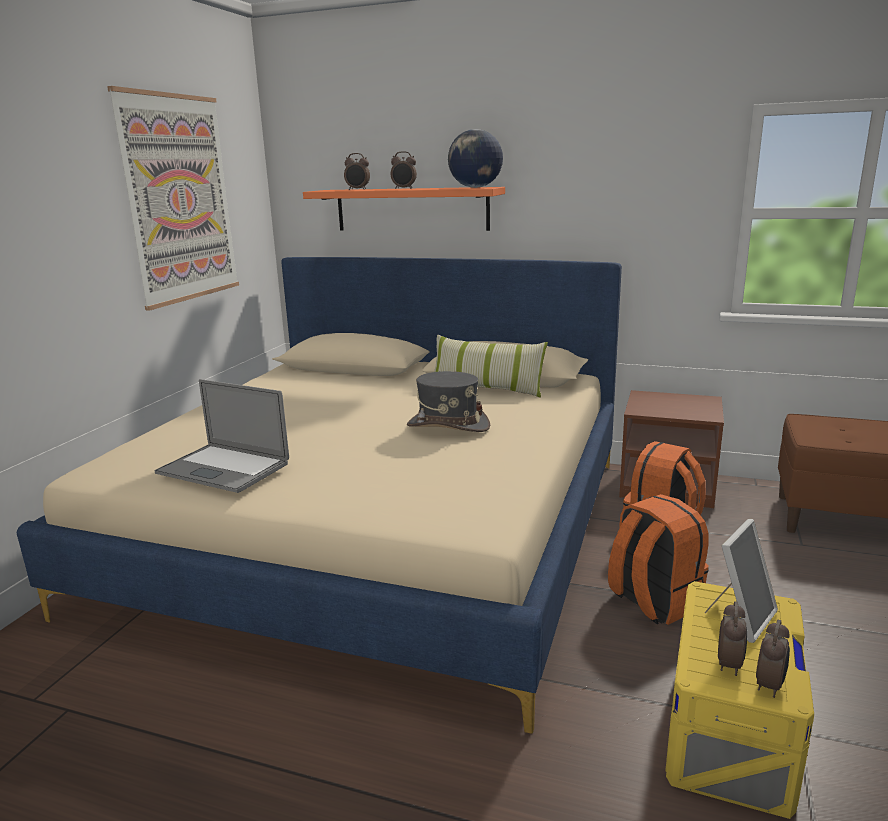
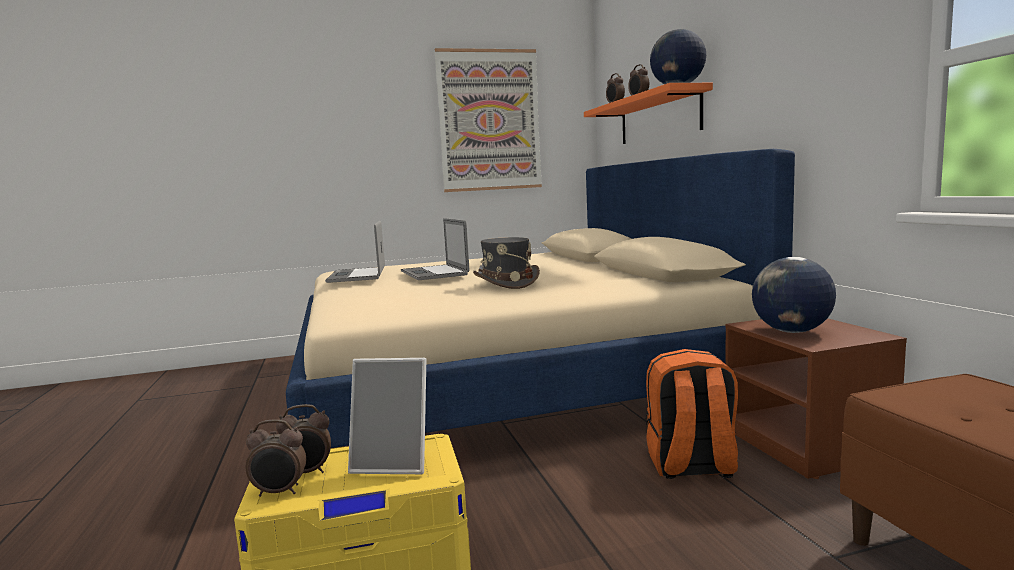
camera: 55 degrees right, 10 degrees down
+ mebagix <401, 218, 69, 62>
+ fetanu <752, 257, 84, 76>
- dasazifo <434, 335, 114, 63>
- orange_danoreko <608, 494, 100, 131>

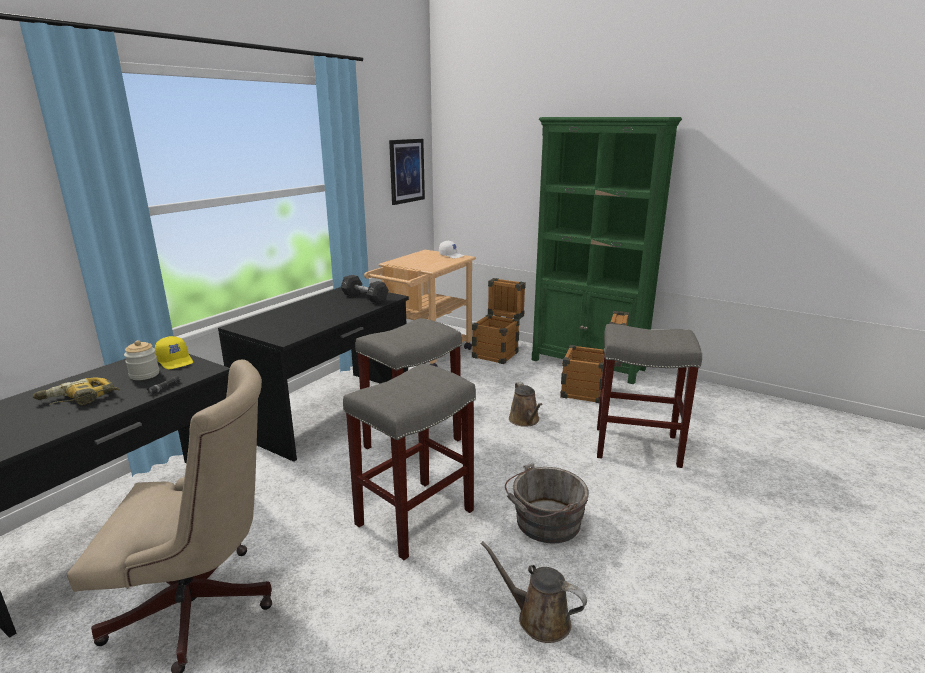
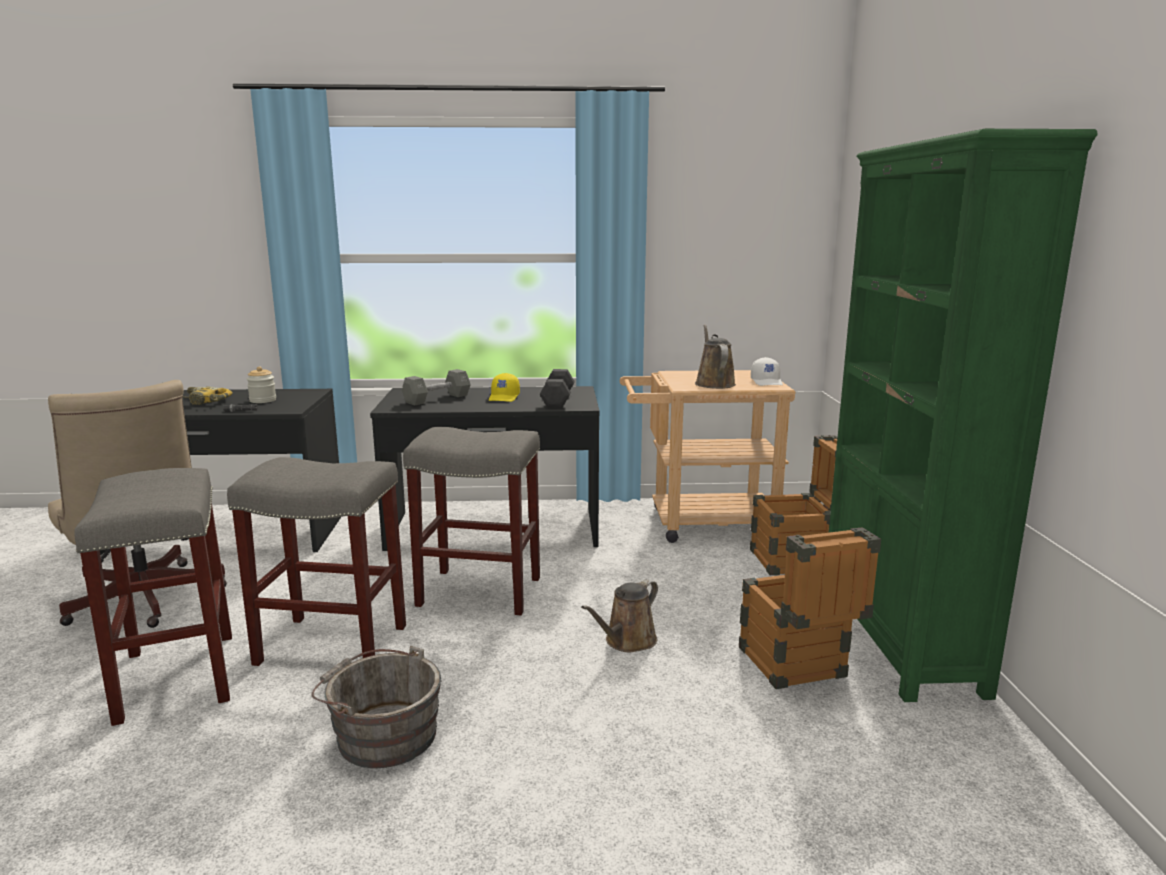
camera: 55 degrees right, 5 degrees down
~ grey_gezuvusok <597, 324, 105, 144> to <75, 468, 157, 258>
+ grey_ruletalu <402, 369, 69, 36>
~ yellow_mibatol <155, 336, 38, 33> to <489, 373, 31, 29>
~ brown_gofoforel <481, 541, 106, 102> to <695, 324, 41, 65>
- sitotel <389, 139, 36, 66>

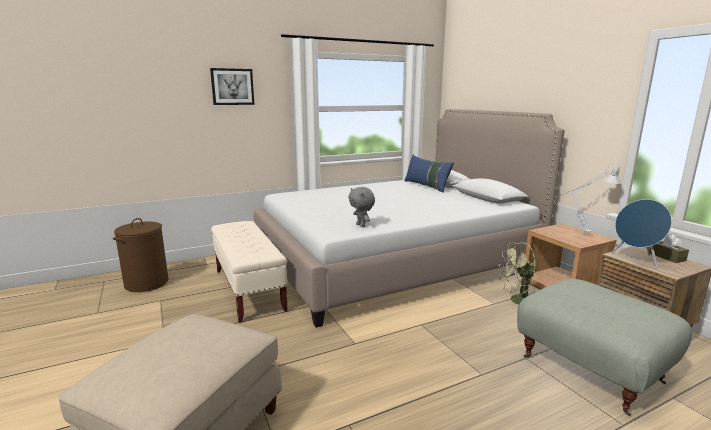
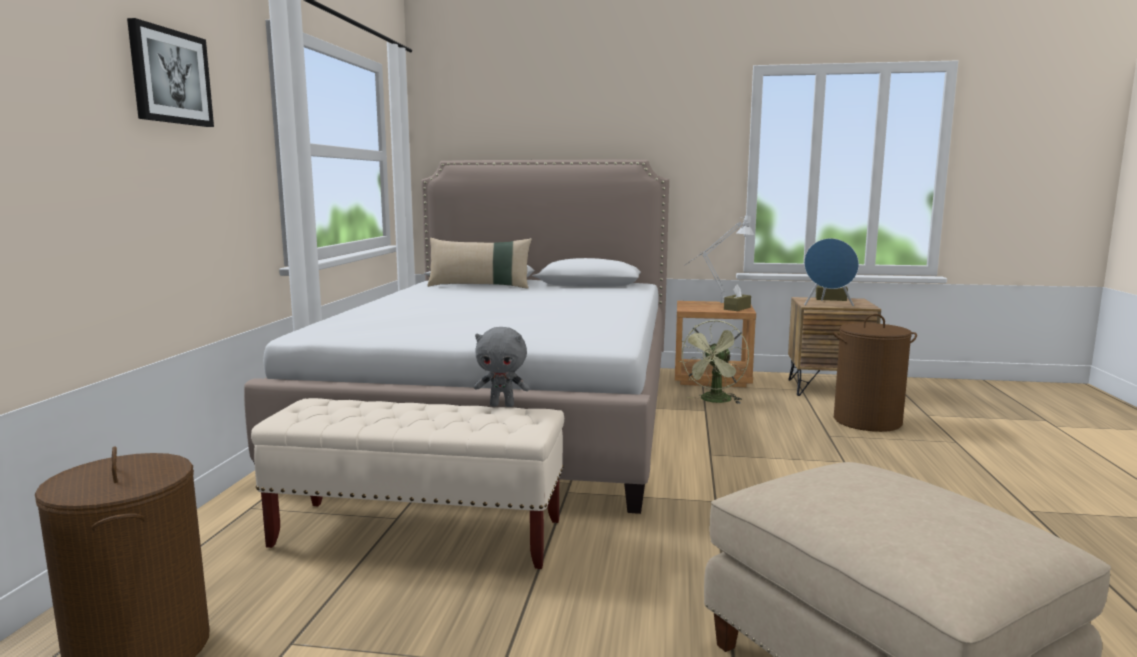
camera: 55 degrees left, 5 degrees down
~ blue_dasazifo <405, 155, 49, 38> to beige_dasazifo <427, 238, 105, 51>
~ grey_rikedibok <348, 187, 27, 40> to <474, 327, 56, 80>
+ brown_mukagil <724, 284, 27, 27>
~ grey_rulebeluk <517, 279, 176, 137> to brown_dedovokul <832, 314, 85, 118>

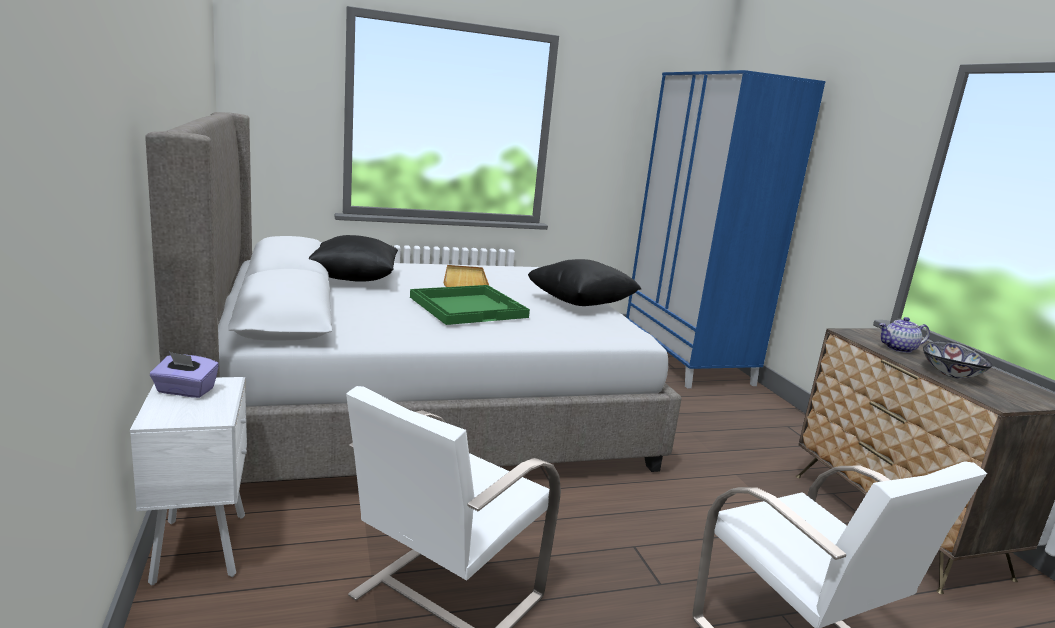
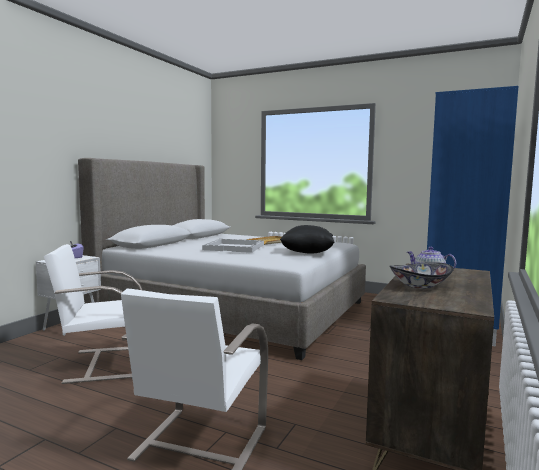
camera: 45 degrees right, 10 degrees down
~ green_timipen <410, 285, 120, 40> to white_timipen <202, 239, 62, 14>
- black_dasazifo <309, 235, 89, 47>

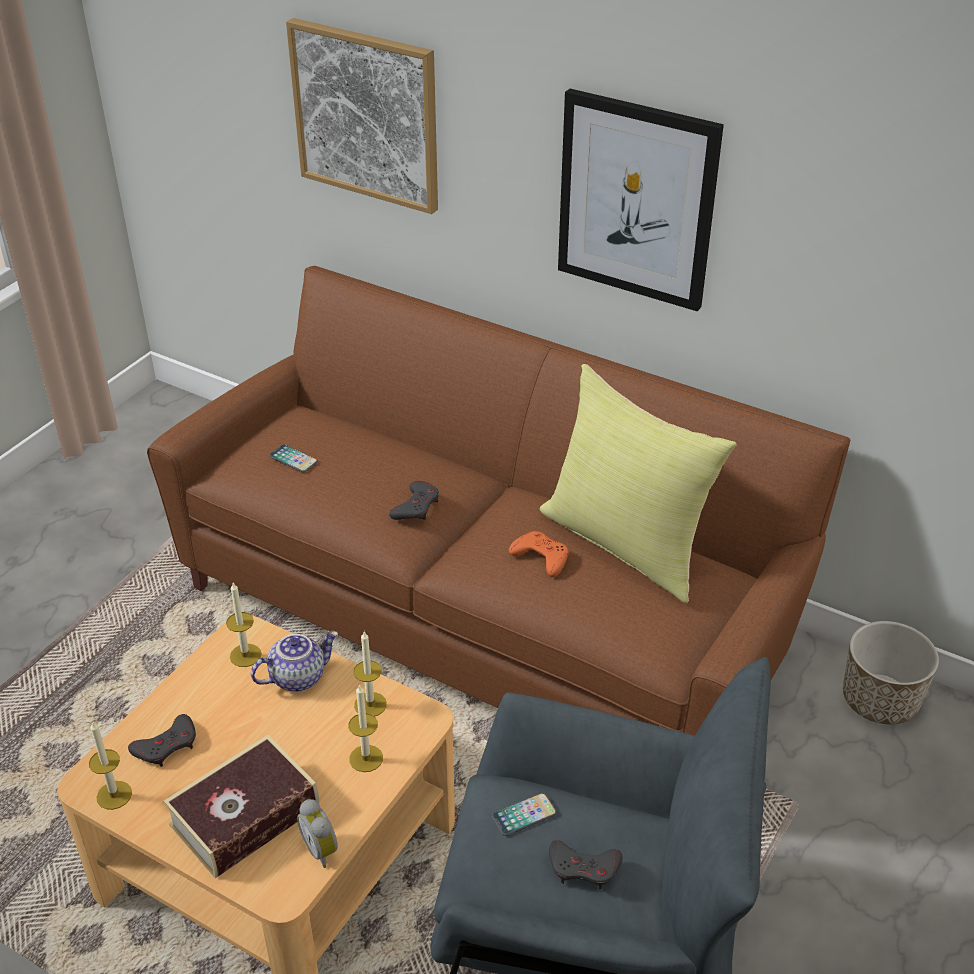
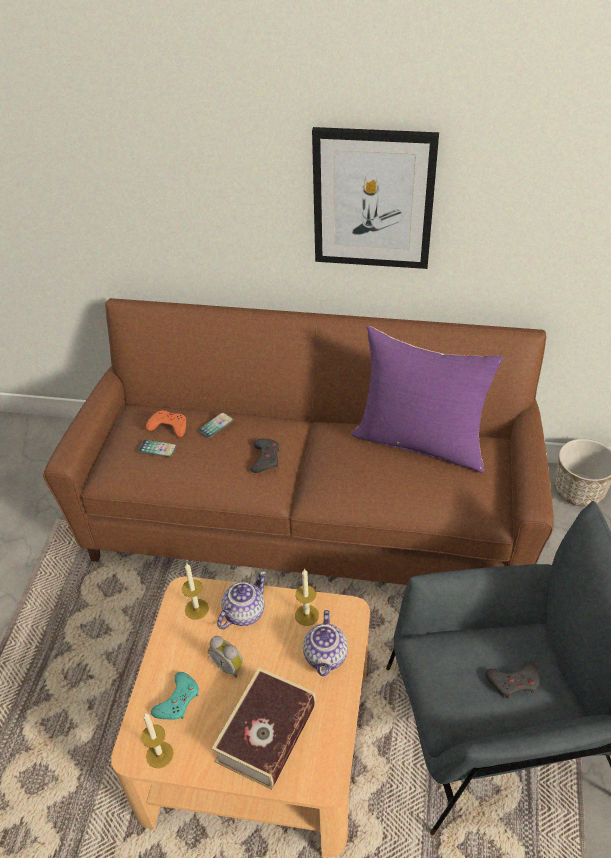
camera: 20 degrees left, 5 degrees up
~ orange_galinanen <509, 531, 60, 46> to <146, 410, 40, 27>
~ grey_galinanen <128, 714, 68, 53> to turquoise_galinanen <151, 672, 48, 47>
~ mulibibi <492, 793, 65, 43> to <198, 413, 36, 25>
~ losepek <297, 799, 41, 69> to <208, 636, 35, 42>
~ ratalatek <349, 684, 34, 88> to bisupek <303, 610, 45, 66>
~ yellow_dasazifo <540, 364, 197, 239> to purple_dasazifo <351, 326, 152, 147>
- sitotel <286, 18, 152, 196>

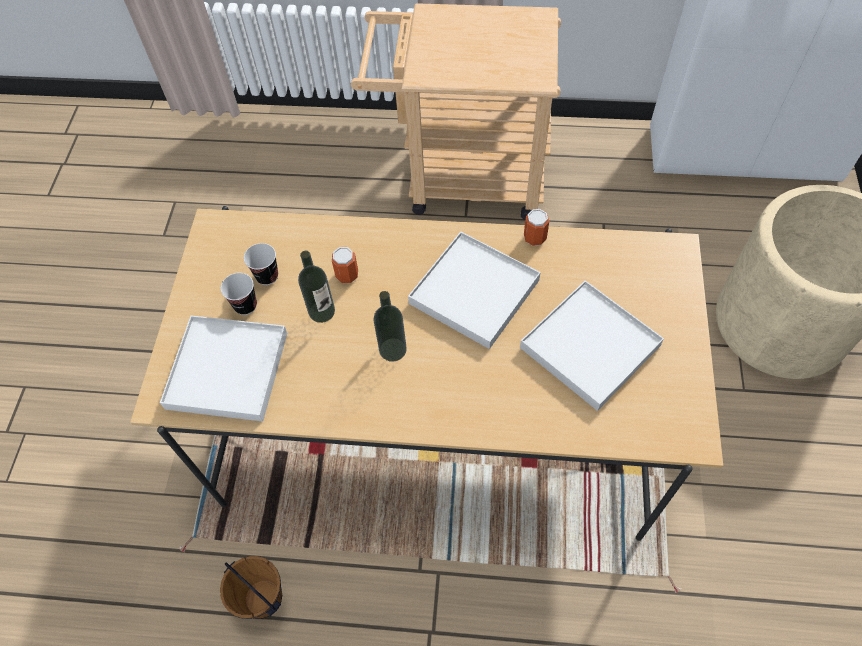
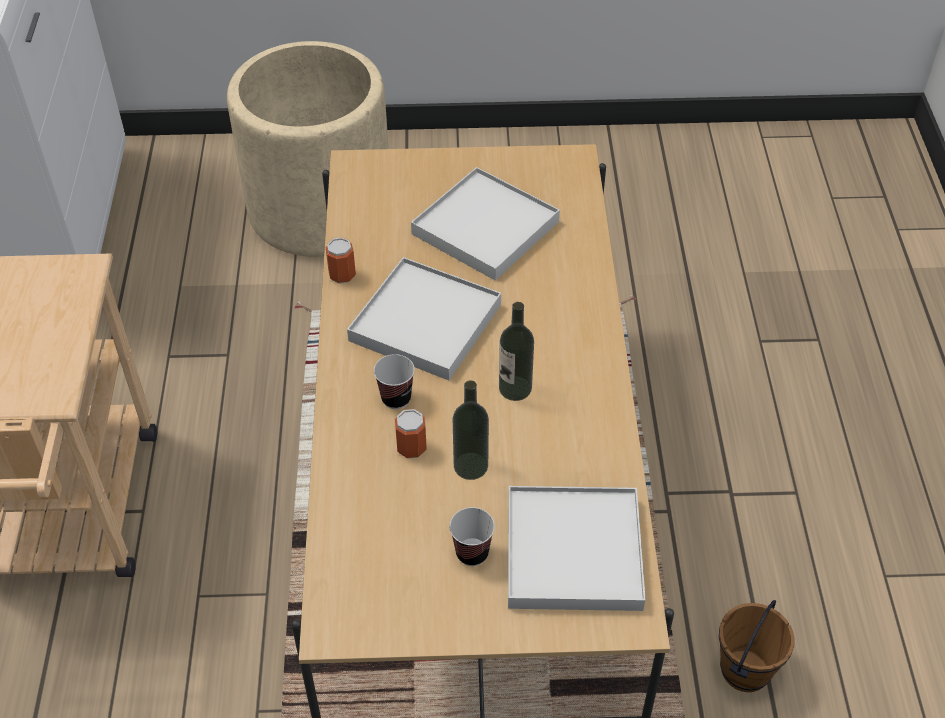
camera: 100 degrees left, 10 degrees down
~ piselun <244, 243, 34, 42> to <374, 354, 41, 55>

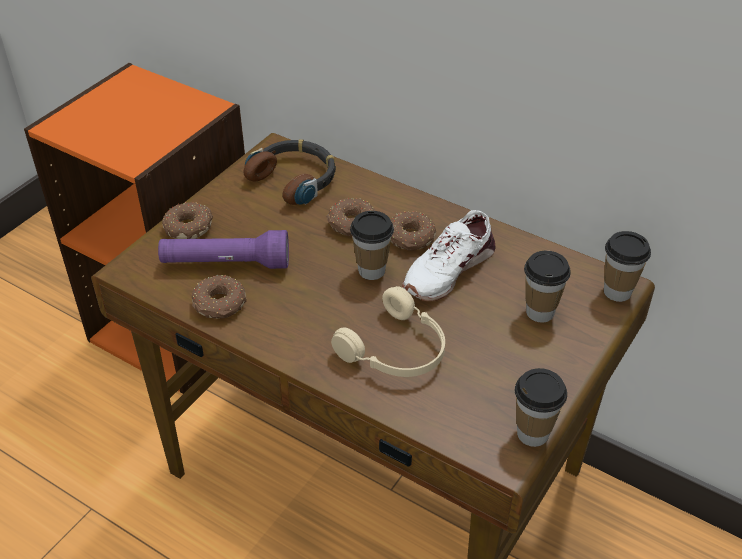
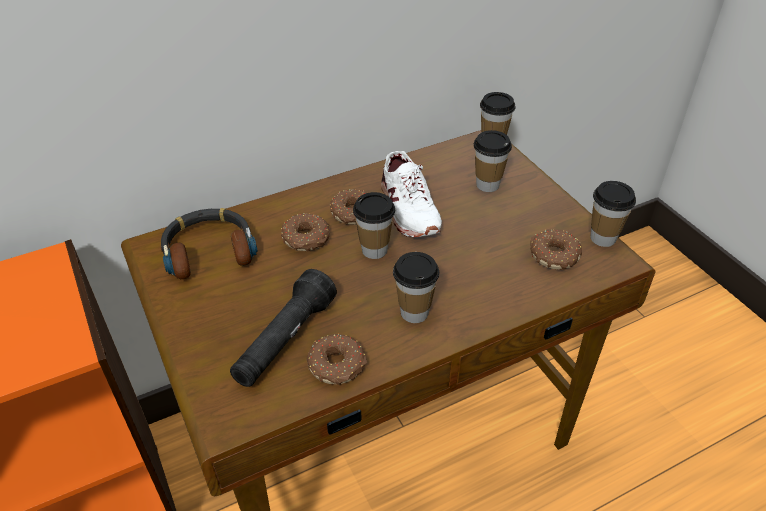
camera: 60 degrees left, 0 degrees up
~ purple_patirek <158, 230, 131, 39> to black_patirek <230, 269, 107, 118>
+ piselun <393, 252, 46, 71>
~ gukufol <162, 202, 51, 37> to <530, 229, 52, 41>
- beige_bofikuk <331, 286, 114, 91>

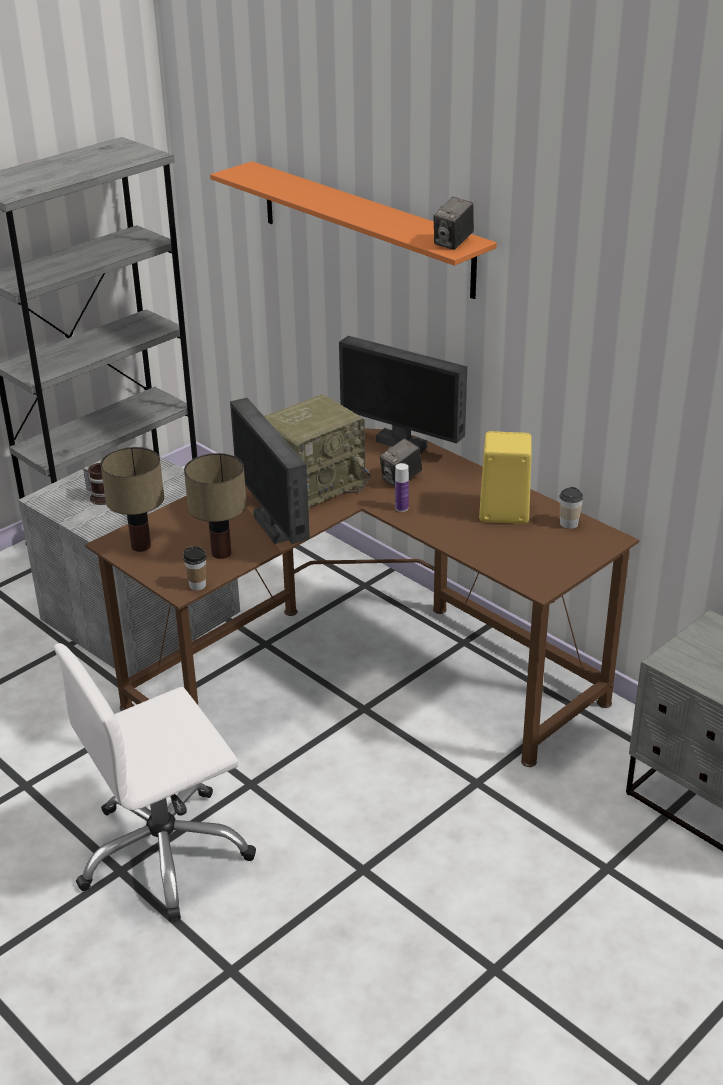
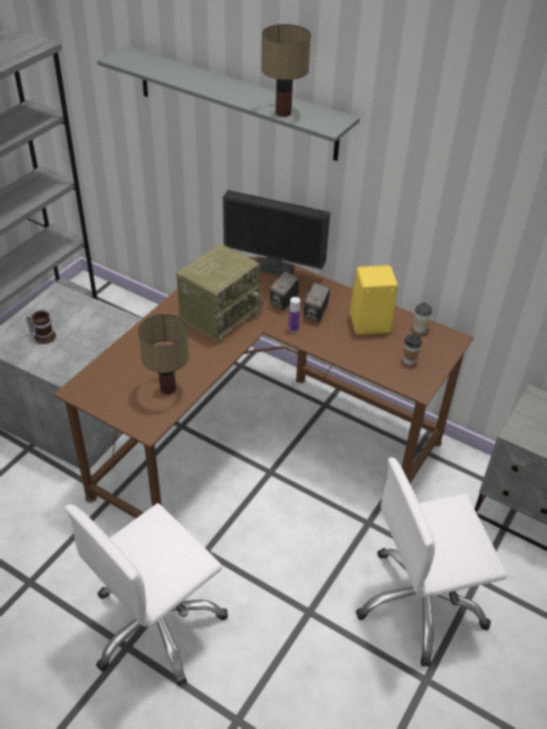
camera: 15 degrees left, 10 degrees up
~ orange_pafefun <210, 161, 287, 138> to grey_pafefun <97, 45, 263, 116>
~ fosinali <101, 447, 63, 105> to <261, 24, 50, 93>
~ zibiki <434, 197, 40, 53> to <303, 283, 27, 39>
+ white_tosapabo <356, 458, 151, 209>
~ piselun <183, 546, 24, 45> to <404, 334, 18, 31>
- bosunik <230, 398, 80, 146>

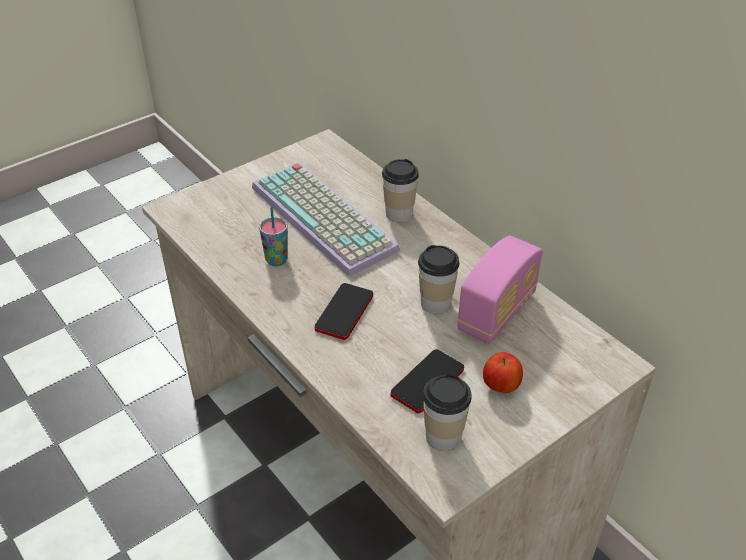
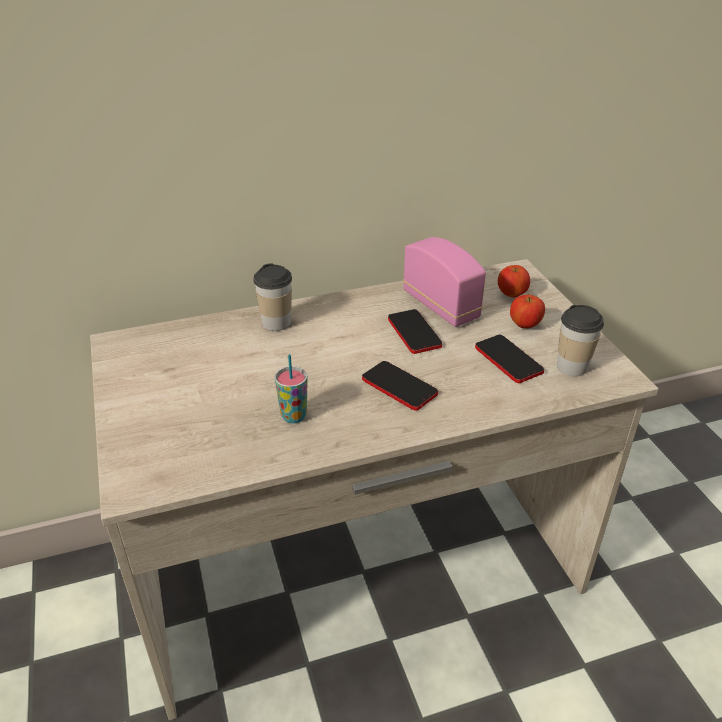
camera: 70 degrees left, 5 degrees down
~ piselun <418, 245, 42, 69> to mulibibi <388, 309, 54, 45>
+ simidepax <498, 265, 32, 33>
- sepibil <252, 163, 148, 114>

